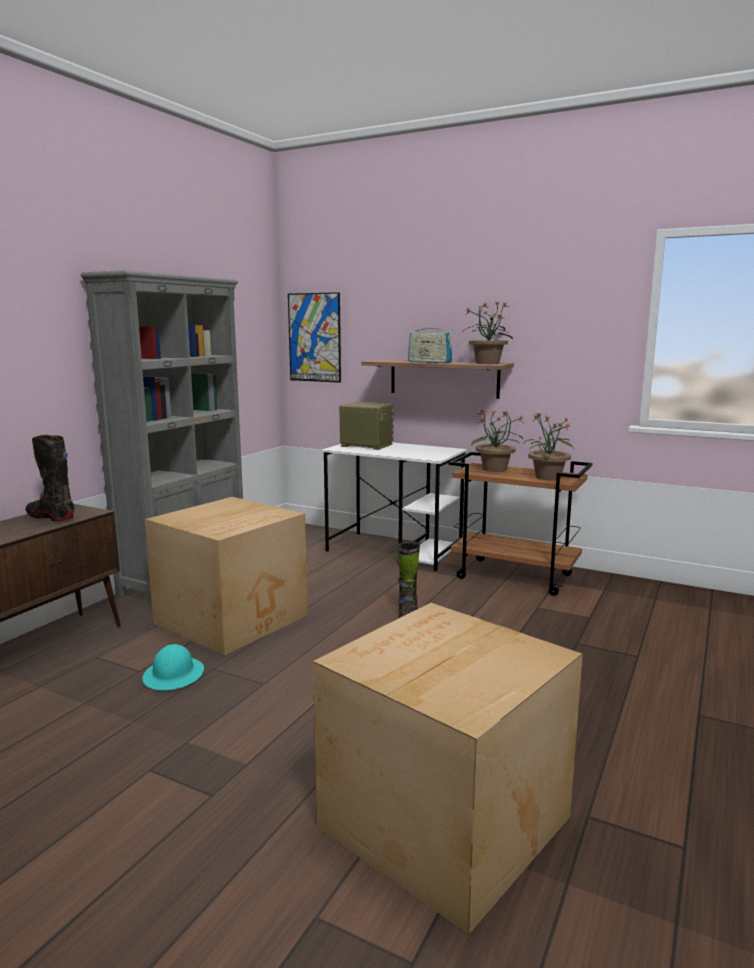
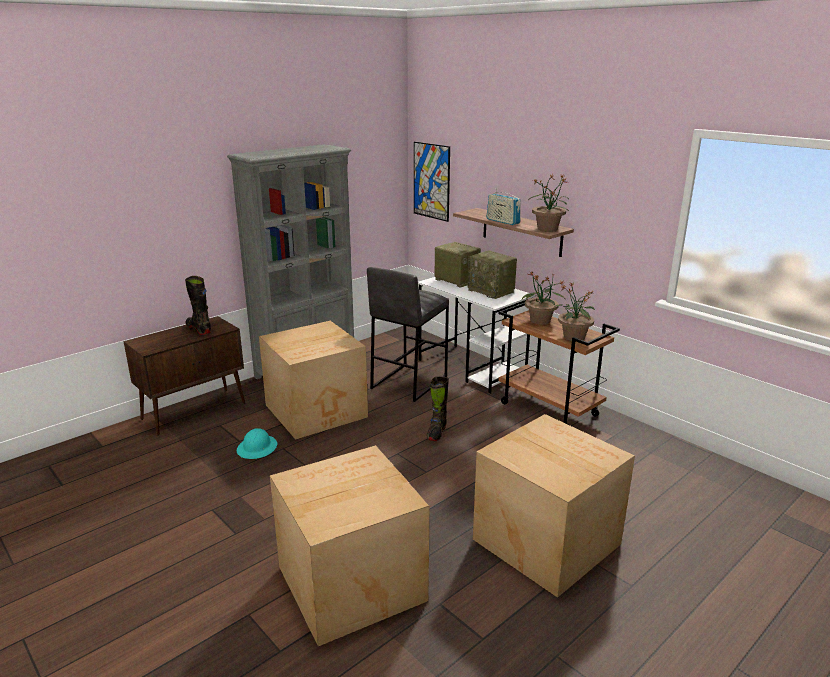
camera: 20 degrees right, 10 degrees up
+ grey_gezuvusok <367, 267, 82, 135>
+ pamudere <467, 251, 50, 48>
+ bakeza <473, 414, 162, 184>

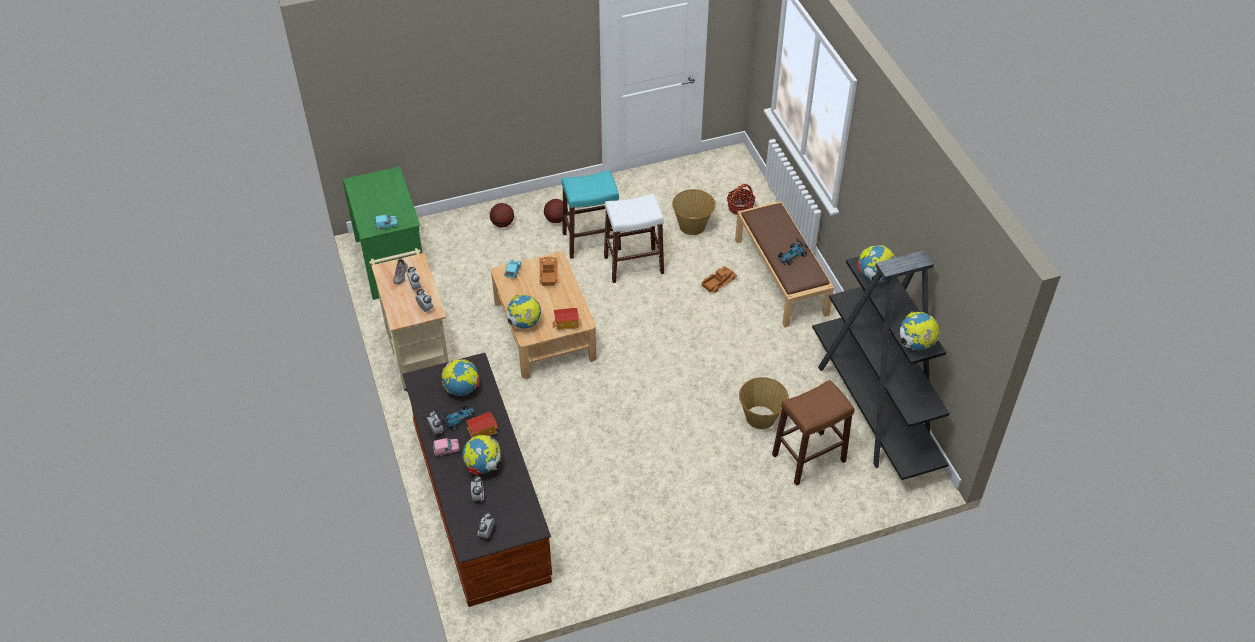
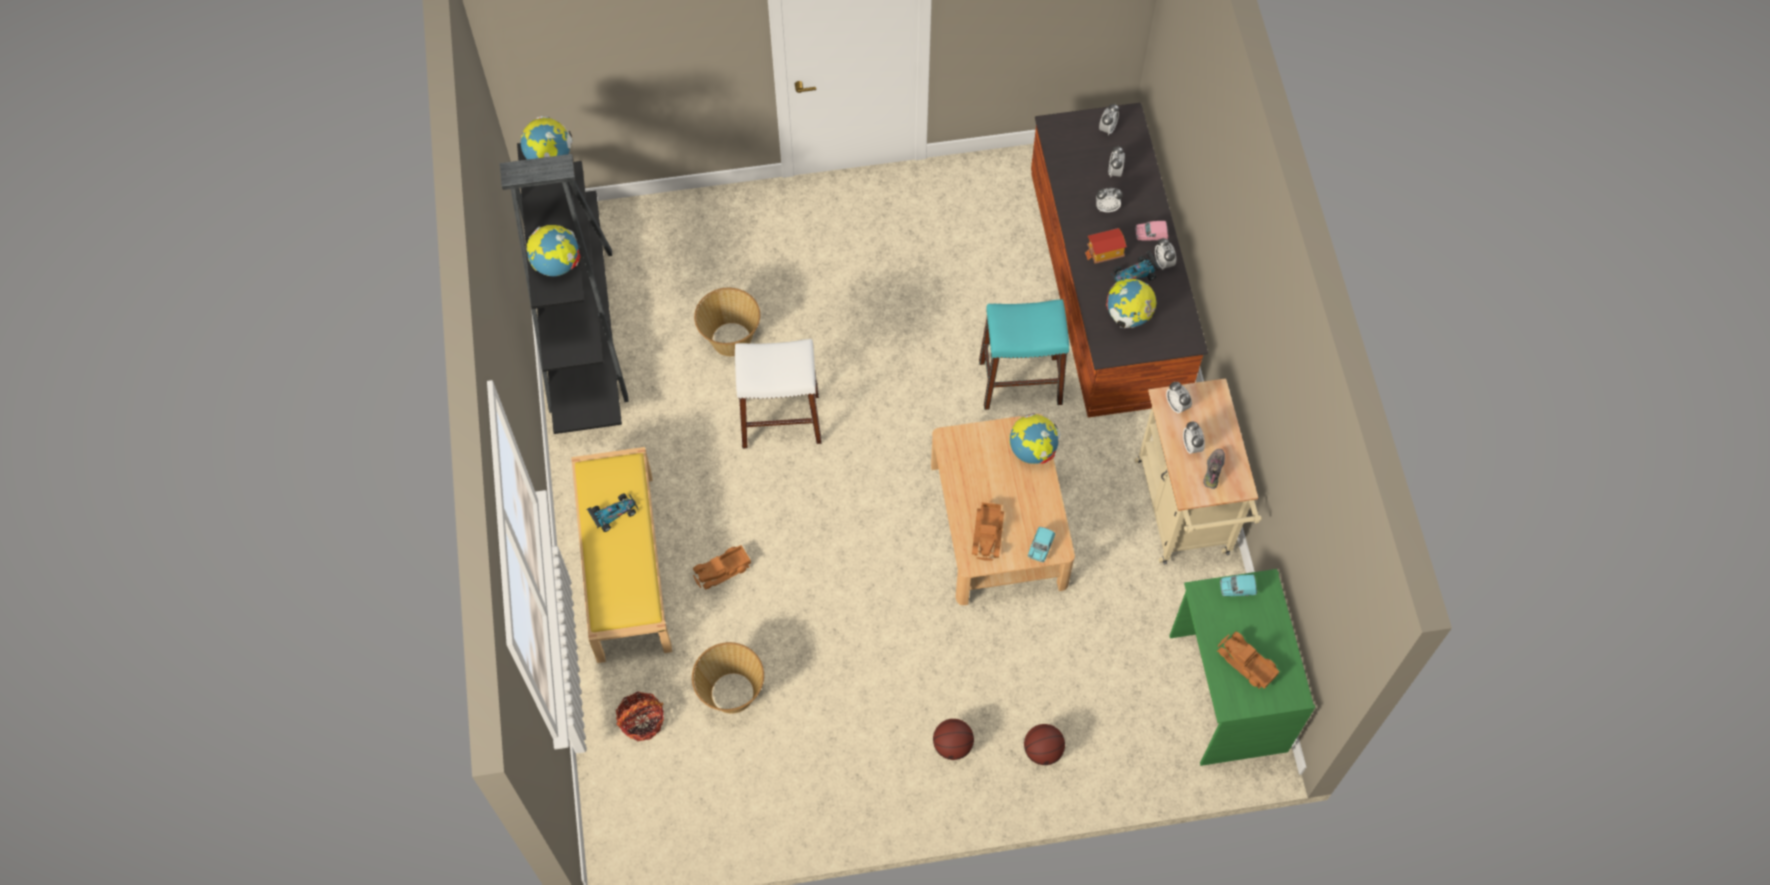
camera: 170 degrees left, 15 degrees up
~ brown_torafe <735, 201, 99, 126> to yellow_torafe <571, 447, 101, 216>
~ white_gezuvusok <604, 193, 60, 90> to <735, 339, 87, 110>
~ turquoise_gezuvusok <562, 170, 59, 89> to <979, 299, 90, 111>
~ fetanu <462, 435, 39, 40> to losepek <1096, 188, 27, 24>
+ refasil <1217, 632, 63, 57>
- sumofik <552, 308, 27, 22>
- brown_gezuvusok <772, 380, 82, 106>

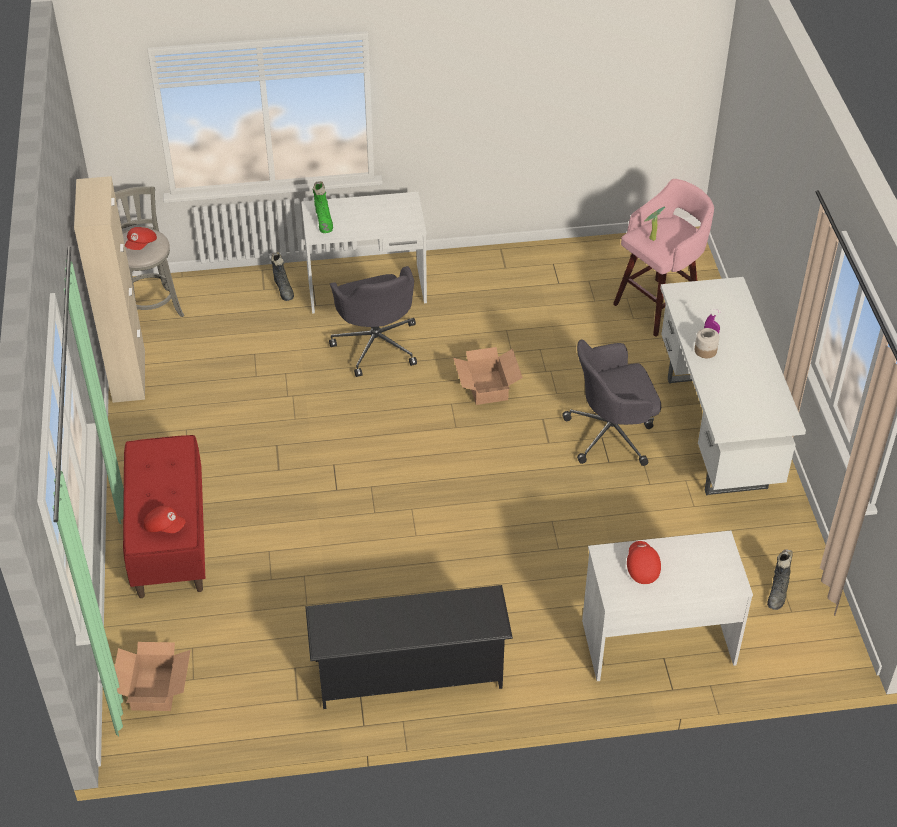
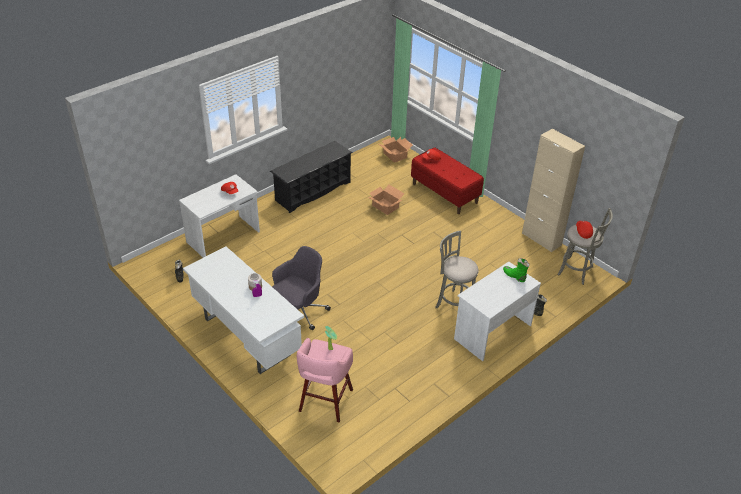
camera: 145 degrees right, 5 degrees down
~ bakeza <453, 347, 70, 58> to <368, 185, 36, 30>
~ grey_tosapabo <329, 266, 88, 111> to grey_gezuvusok <435, 230, 44, 78>

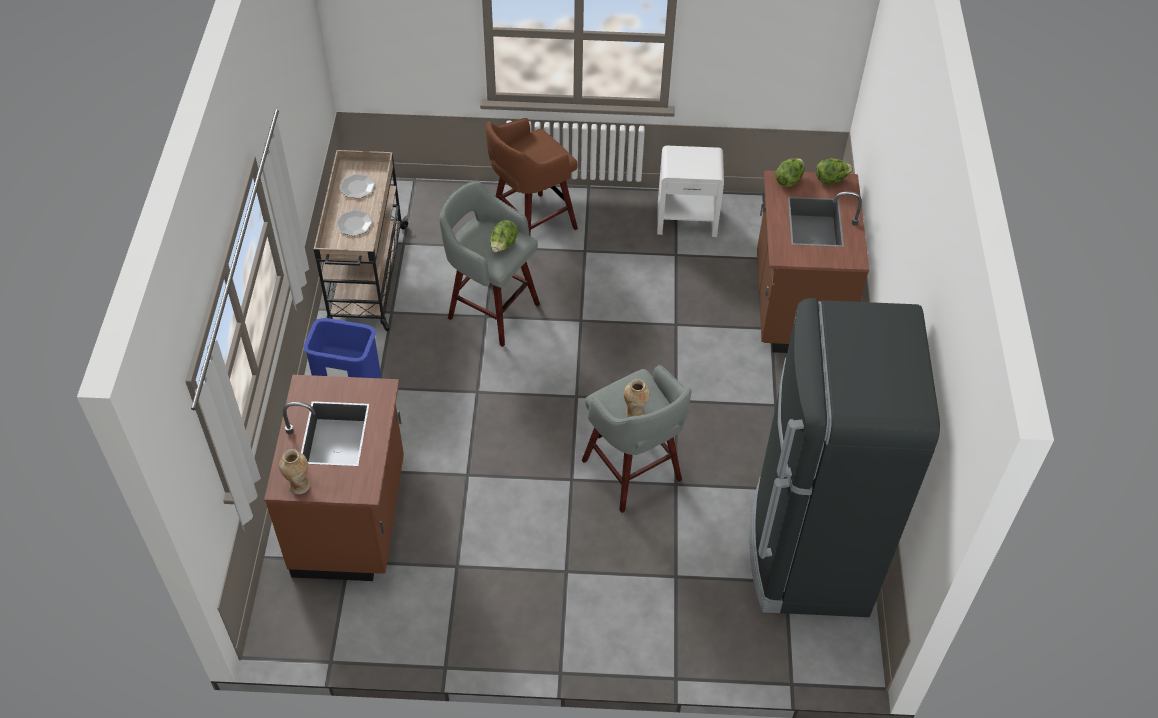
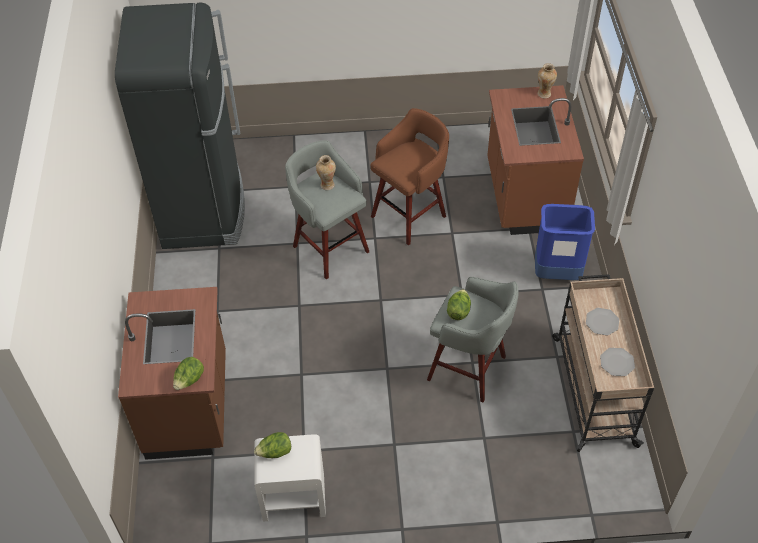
camera: 175 degrees right, 0 degrees up
~ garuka <816, 158, 37, 26> to <254, 432, 37, 26>
~ brown_gezuvusok <486, 118, 92, 118> to <371, 108, 78, 137>

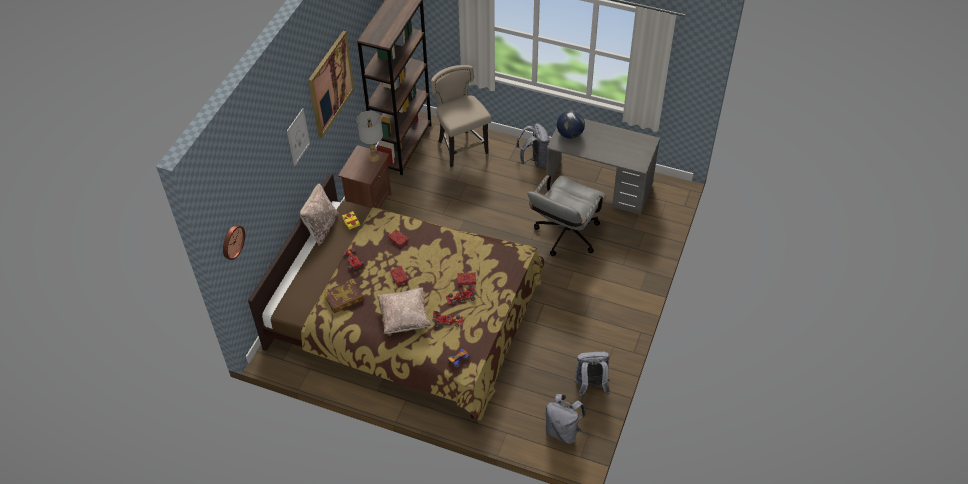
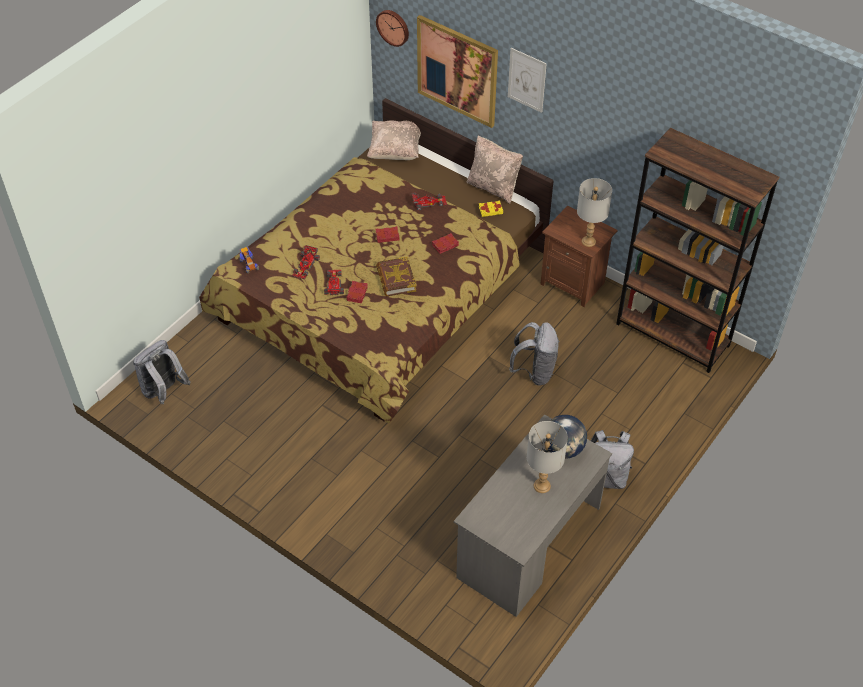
camera: 105 degrees right, 0 degrees up
~ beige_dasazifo <377, 288, 54, 46> to <367, 120, 54, 40>
~ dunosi <323, 279, 41, 34> to <376, 257, 40, 39>
~ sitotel <308, 31, 47, 107> to <417, 15, 81, 113>
~ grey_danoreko <573, 352, 37, 45> to <509, 322, 51, 63>
+ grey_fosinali <527, 421, 41, 72>
- beige_gezuvusok <431, 65, 61, 107>
- grey_tosapabo <527, 174, 79, 82>

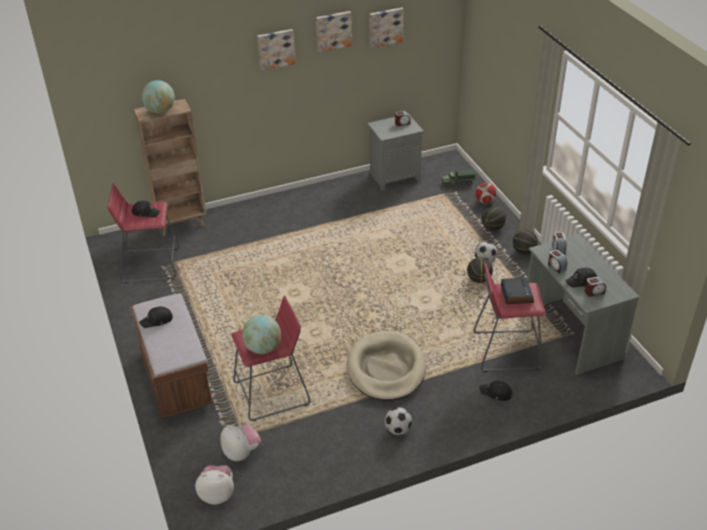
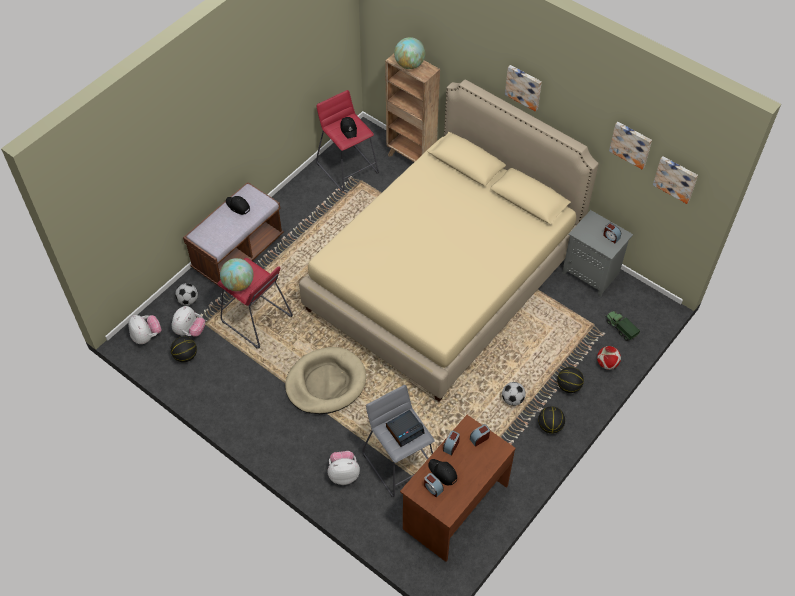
camera: 60 degrees right, 15 degrees up
~ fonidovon <467, 257, 26, 26> to <171, 337, 26, 25>
~ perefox <385, 407, 27, 28> to <175, 283, 23, 22>
+ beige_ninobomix <299, 79, 300, 322>
~ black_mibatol <479, 380, 34, 21> to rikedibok <327, 451, 33, 34>
~ red_gezuvusok <474, 262, 72, 110> to grey_gezuvusok <362, 385, 72, 112>
~ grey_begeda <528, 234, 111, 141> to brown_begeda <400, 415, 116, 147>
~ sitotel <316, 11, 36, 41> to <653, 156, 45, 48>

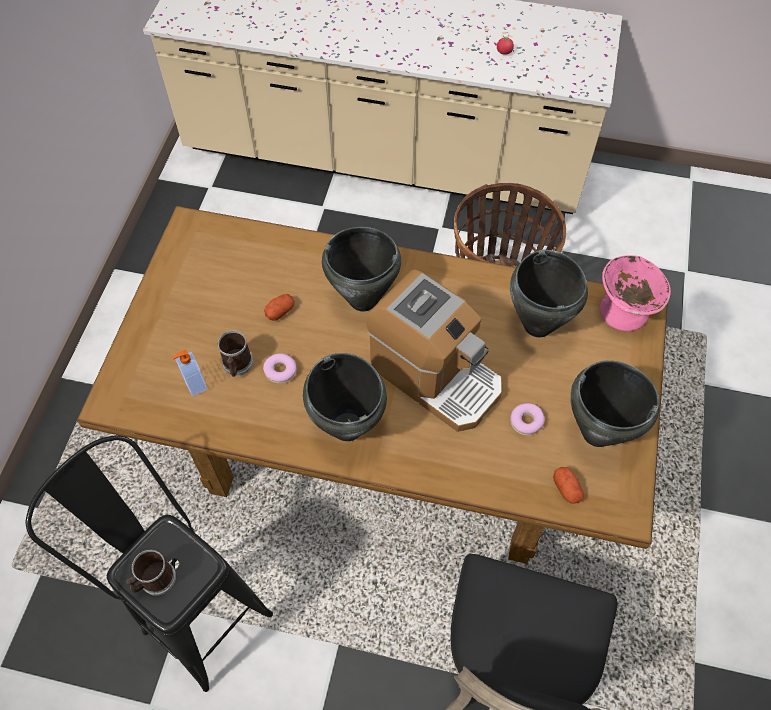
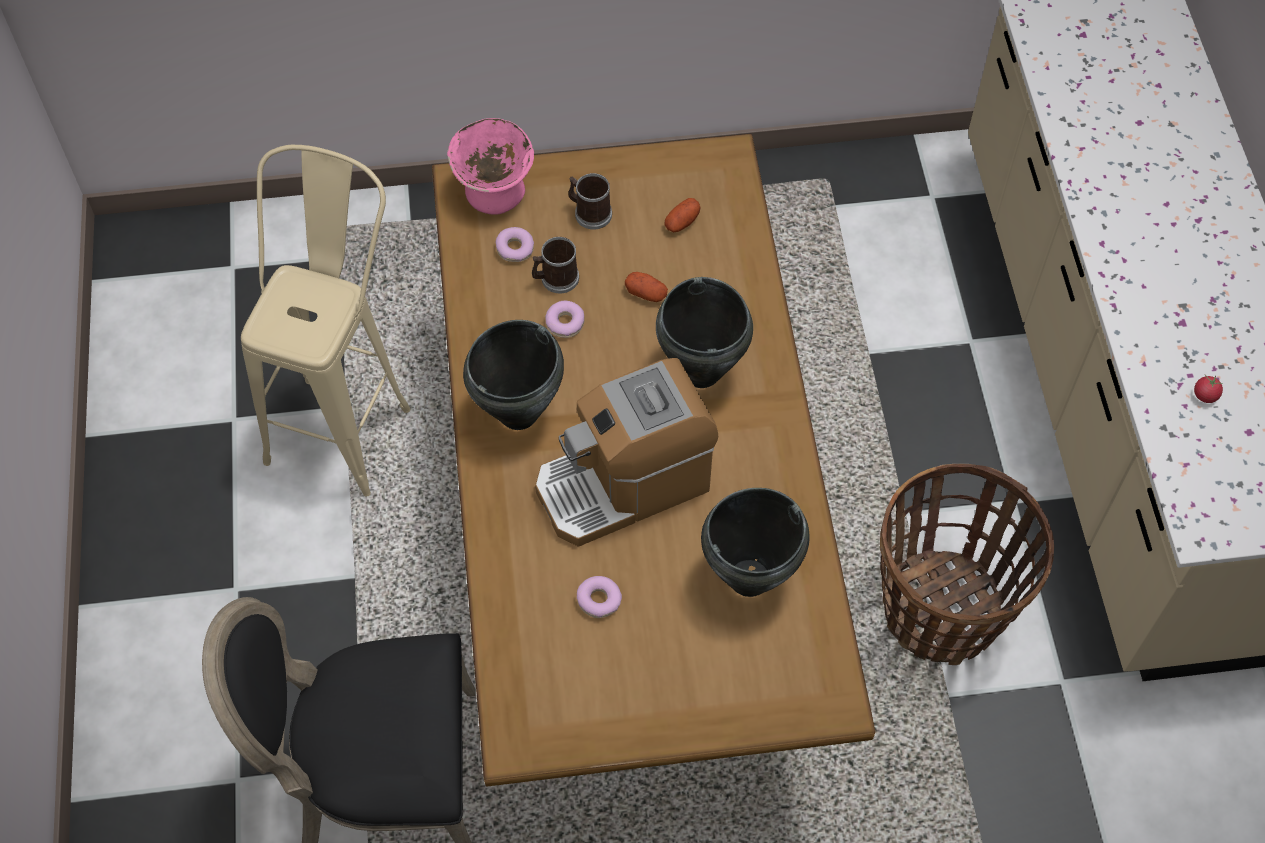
camera: 70 degrees right, 0 degrees up
~ black_gezuvusok <25, 435, 248, 257> to beige_gezuvusok <241, 145, 170, 352>
~ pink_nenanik <600, 255, 71, 76> to <447, 118, 87, 97>
~ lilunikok <173, 350, 35, 46> to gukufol <496, 227, 38, 35>
~ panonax <366, 270, 136, 162> = <535, 358, 183, 189> 45 degrees clockwise
~ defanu <126, 549, 50, 47> to <568, 173, 44, 57>
~ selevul <553, 467, 31, 37> to <665, 198, 36, 34>
- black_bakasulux <570, 360, 90, 87>

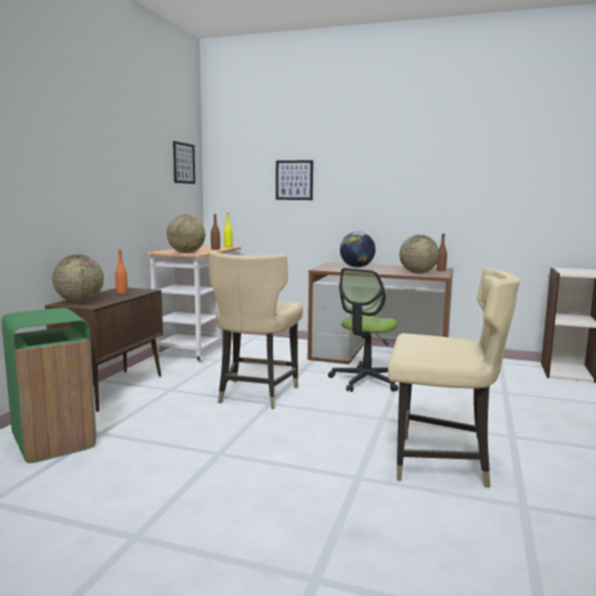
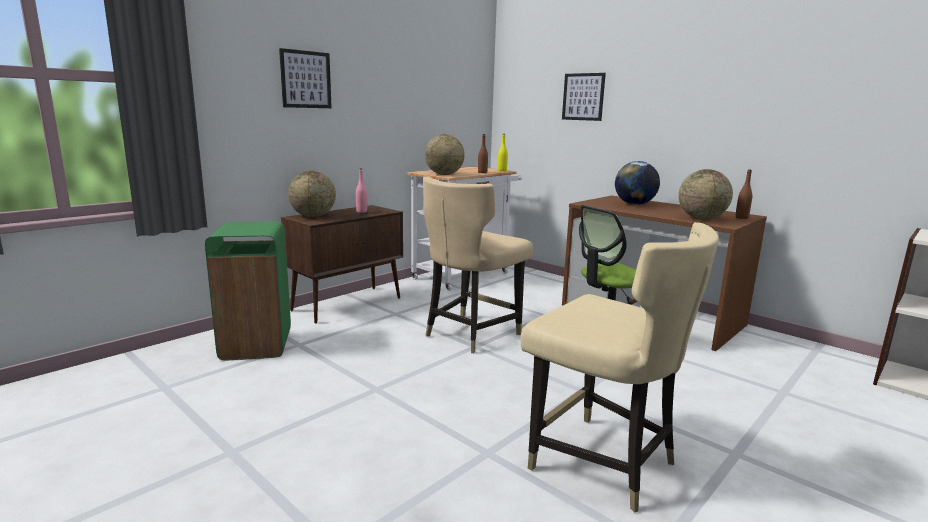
camera: 25 degrees right, 5 degrees up
~ sitotel <173, 141, 22, 43> to <279, 48, 53, 60>
~ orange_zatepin <115, 250, 13, 44> to pink_zatepin <356, 168, 11, 45>

